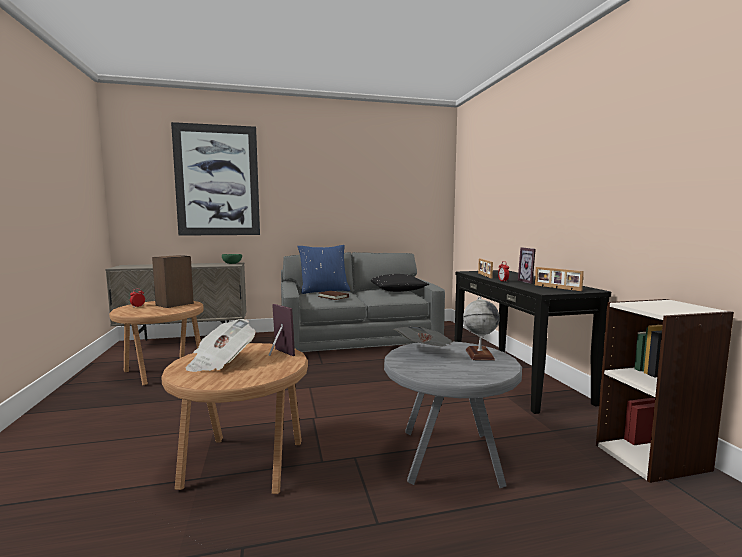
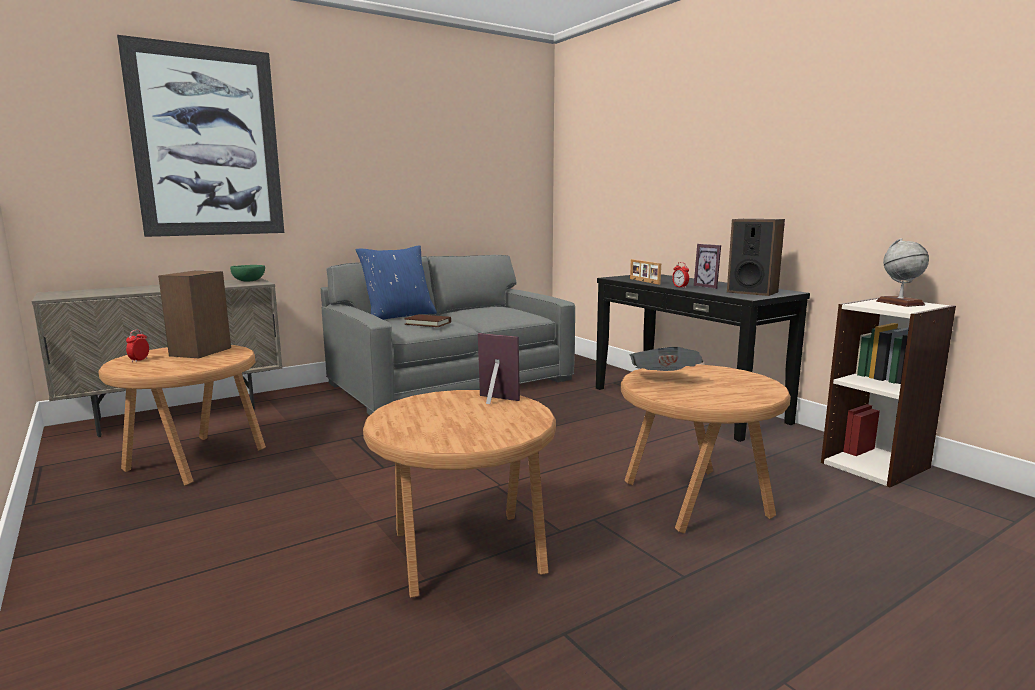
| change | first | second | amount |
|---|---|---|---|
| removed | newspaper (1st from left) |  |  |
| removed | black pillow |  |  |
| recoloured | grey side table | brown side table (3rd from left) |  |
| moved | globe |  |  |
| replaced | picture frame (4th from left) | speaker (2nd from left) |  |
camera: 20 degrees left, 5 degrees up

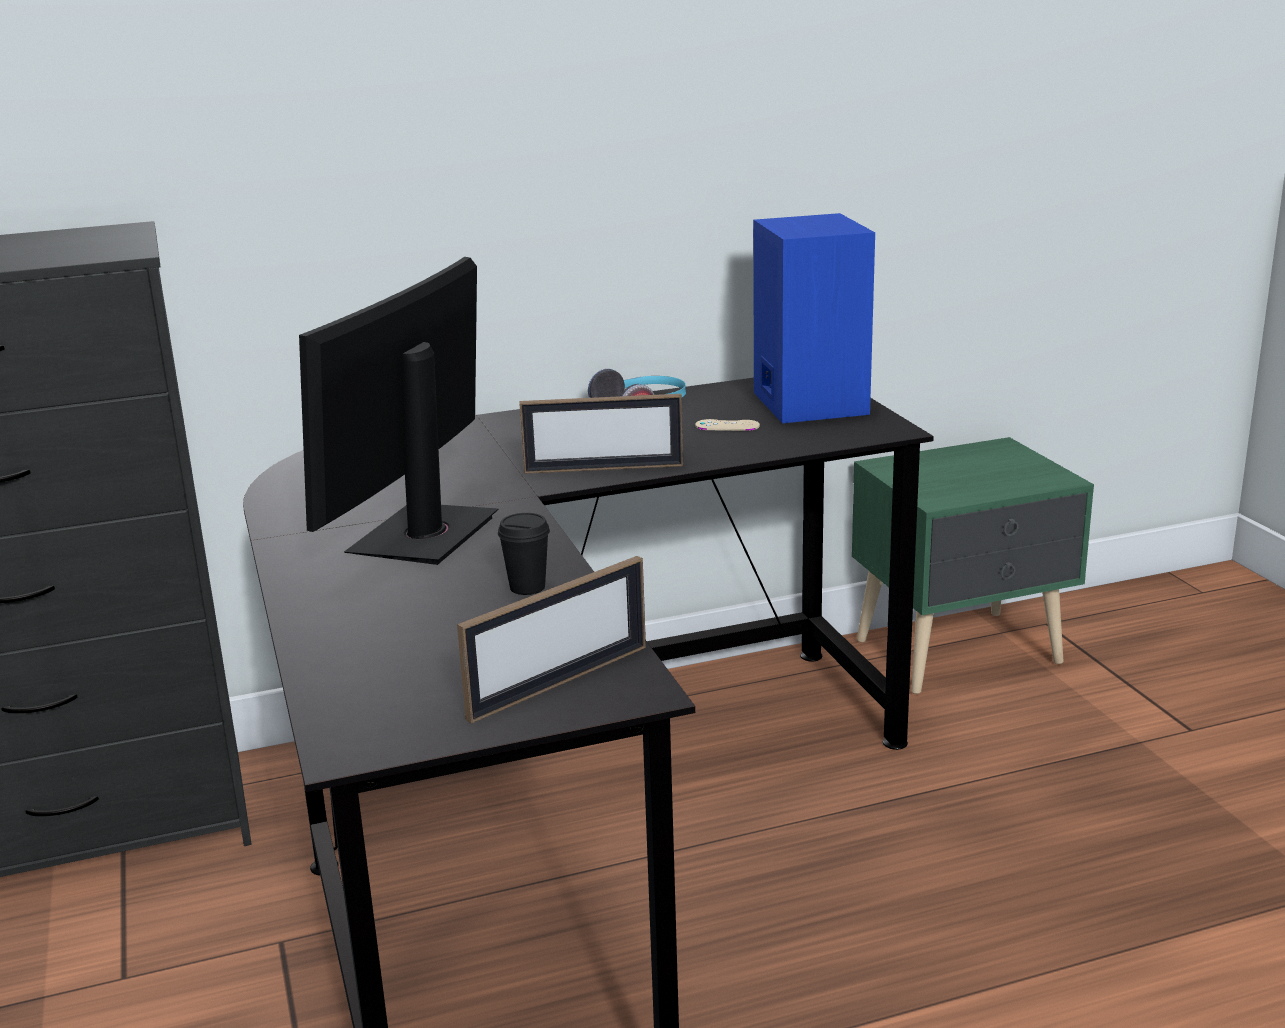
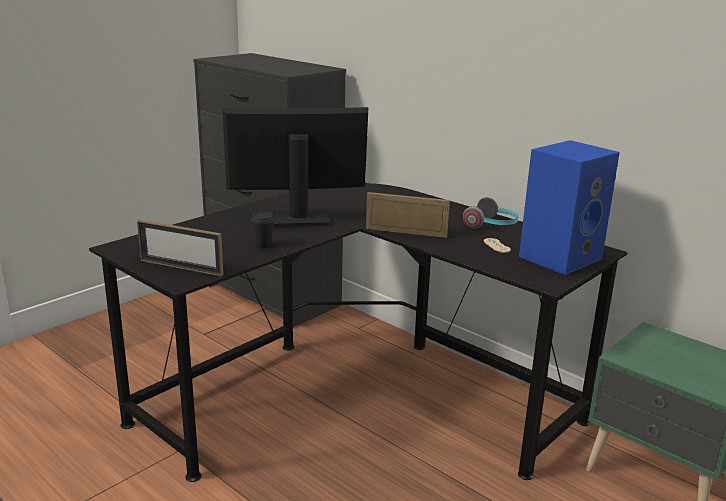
| change | first | second | amount |
|---|---|---|---|
| turned | picture frame (2nd from left) |  | 135 degrees clockwise |
camera: 60 degrees right, 0 degrees up

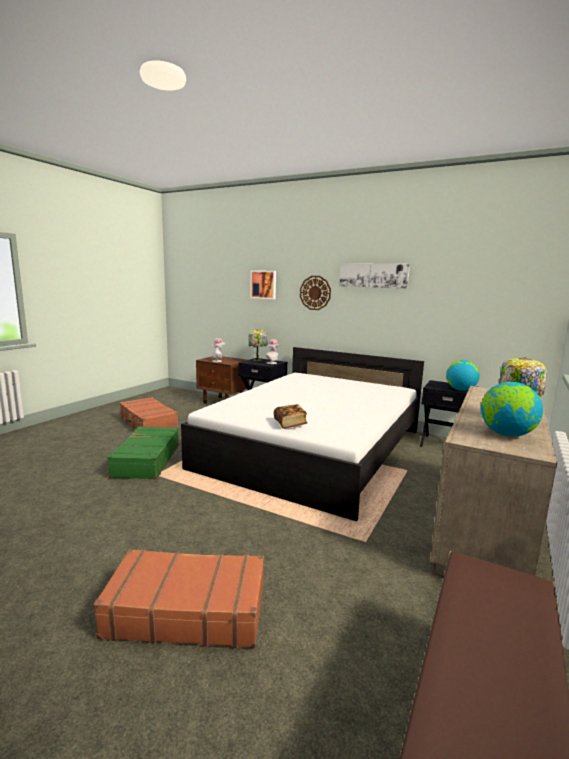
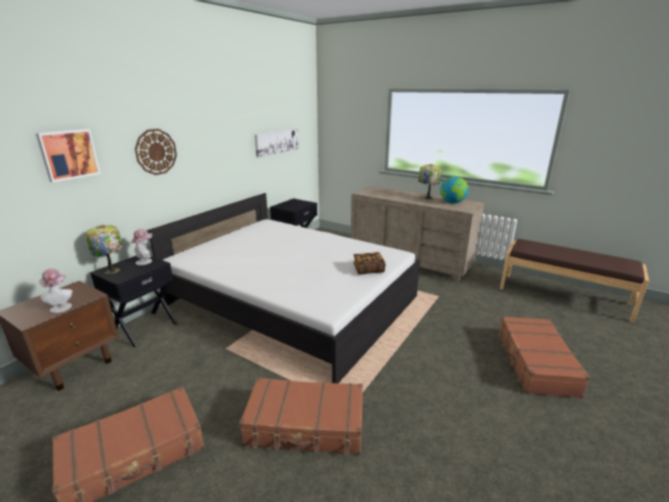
| change | first | second | amount |
|---|---|---|---|
| recoloured | green suitcase | brown suitcase (2nd from left) |  |
| moved | picture (2nd from left) |  |  |
| removed | globe (1st from left) |  |  |
camera: 85 degrees left, 10 degrees up

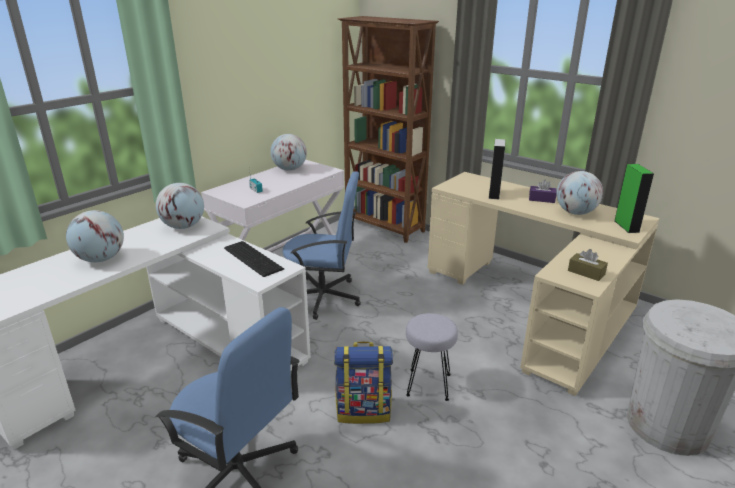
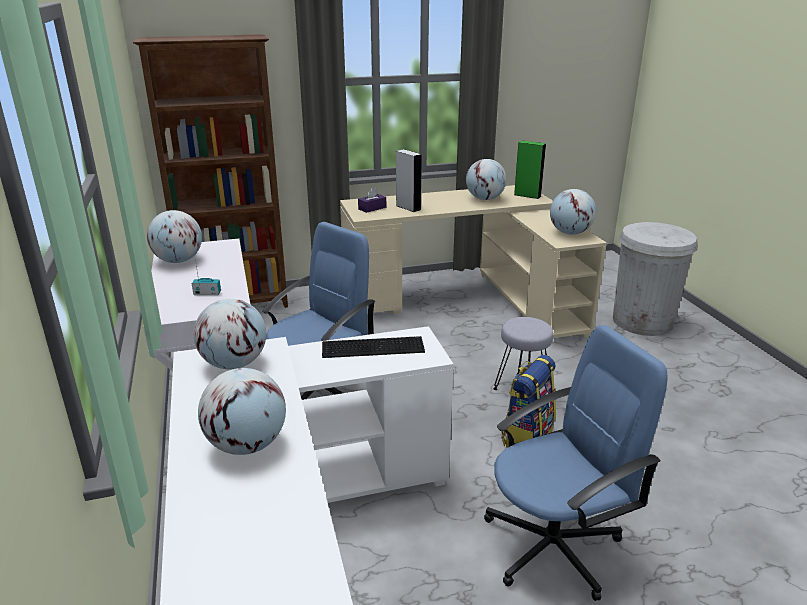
| change | first | second | amount |
|---|---|---|---|
| moved | purple tissue box |  |  |
| replaced | brown tissue box | globe (5th from left) |  |
camera: 55 degrees left, 0 degrees up

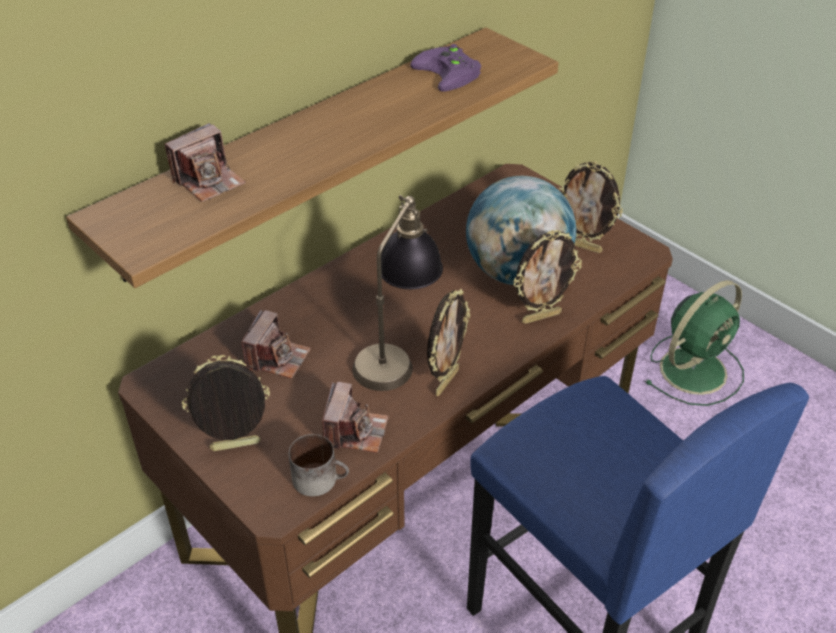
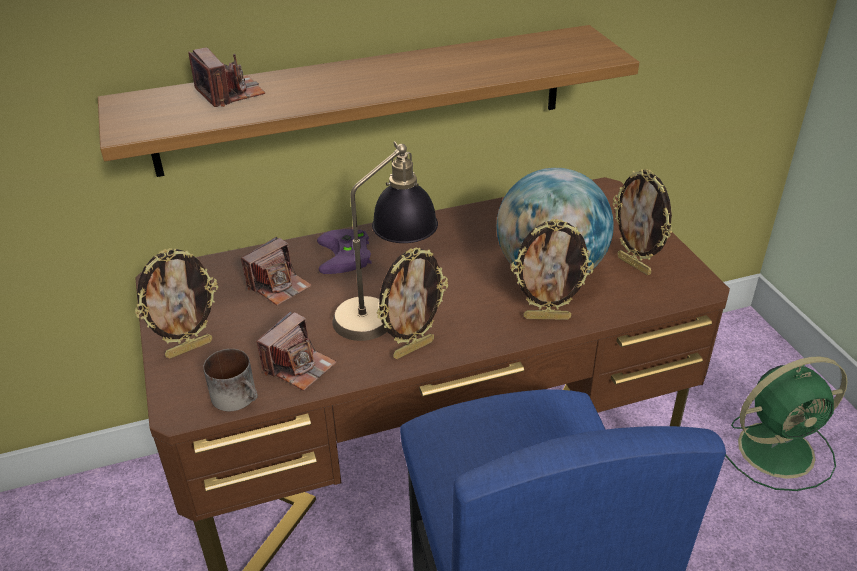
| change | first | second | amount |
|---|---|---|---|
| turned | photo camera (1st from left) |  | 105 degrees counterclockwise |
| turned | picture frame (1st from left) |  | 135 degrees clockwise |
| moved | purple game controller |  |  |
camera: 25 degrees right, 5 degrees down

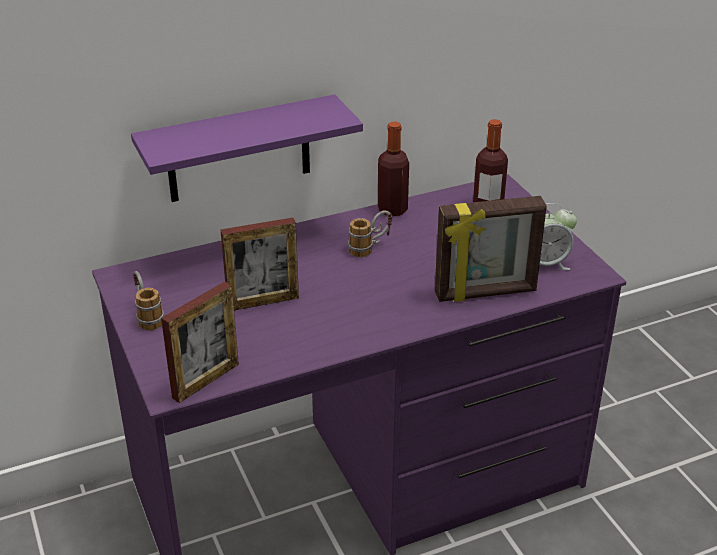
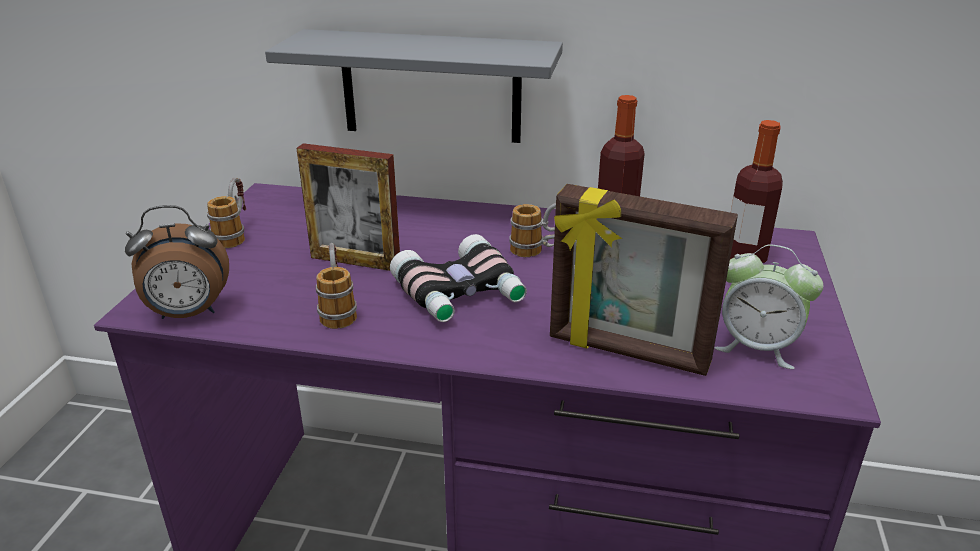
| change | first | second | amount |
|---|---|---|---|
| recoloured | purple shelf | grey shelf |  |
| replaced | picture frame (1st from left) | alarm clock (1st from left) |  |
| added |  | mug (2nd from left) |  |
| added |  | binoculars |  |
camera: 35 degrees right, 5 degrees down

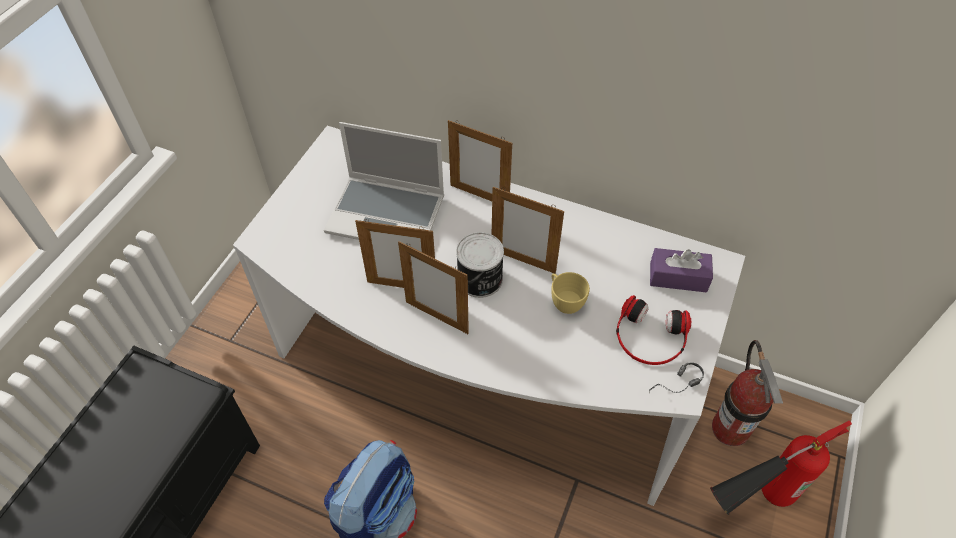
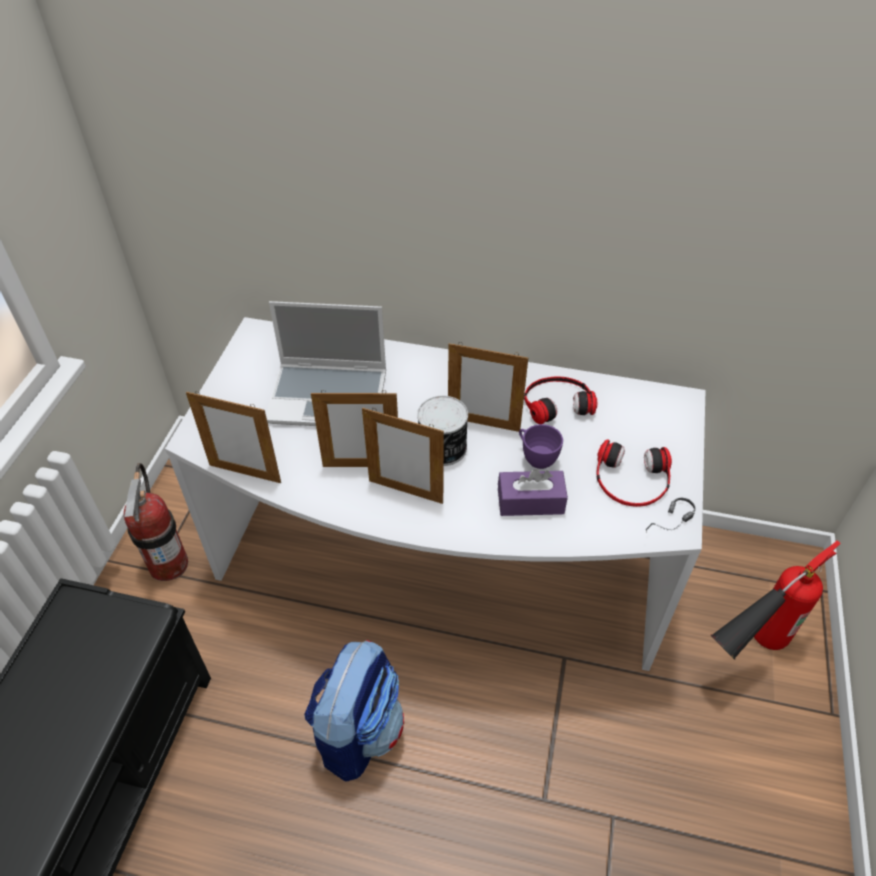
| change | first | second | amount |
|---|---|---|---|
| moved | picture frame (3rd from left in the first image) | picture frame (1st from left) |  |
| recoloured | yellow cup | purple cup |  |
| moved | purple tissue box |  |  |
| moved | fire extinguisher (1st from left) |  |  |
| added |  | headphones (1st from left) |  |
camera: 10 degrees left, 5 degrees down

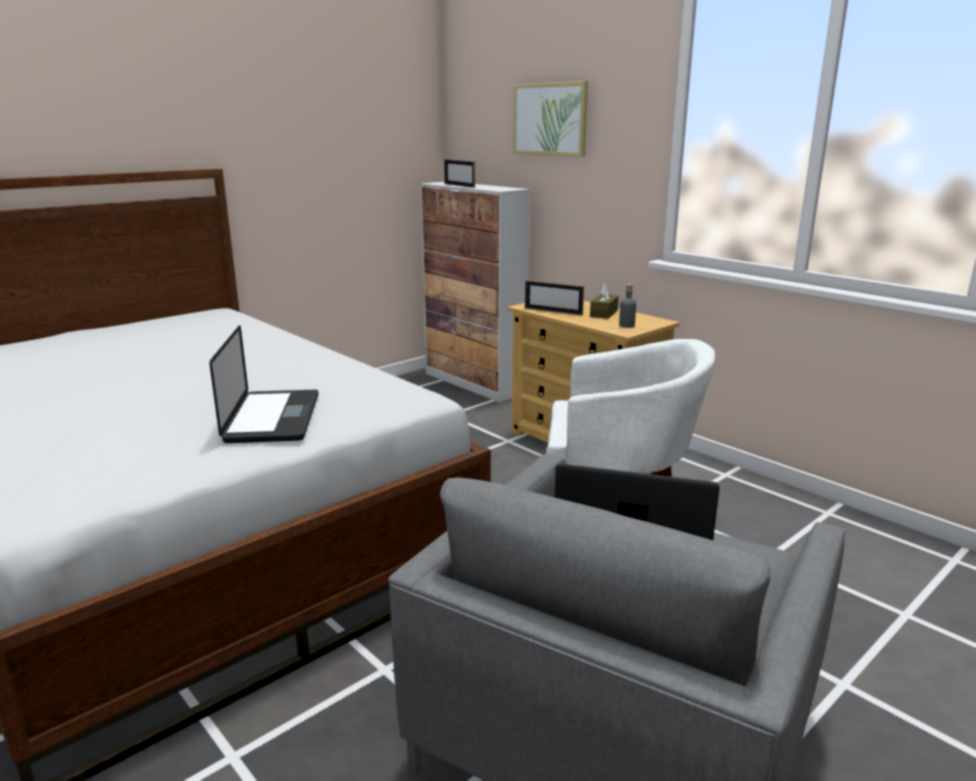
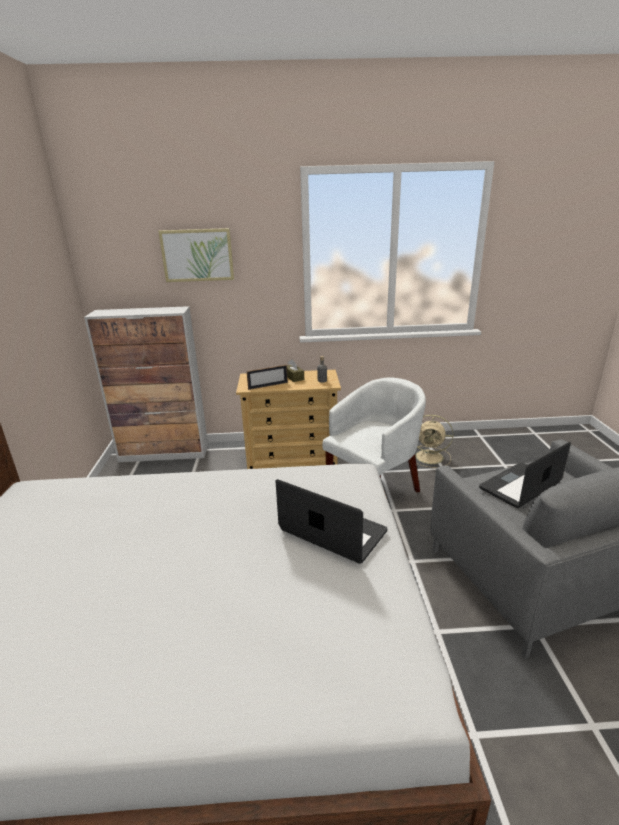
| change | first | second | amount |
|---|---|---|---|
| removed | picture frame (1st from left) |  |  |
| added |  | beige fan |  |
camera: 50 degrees left, 5 degrees up

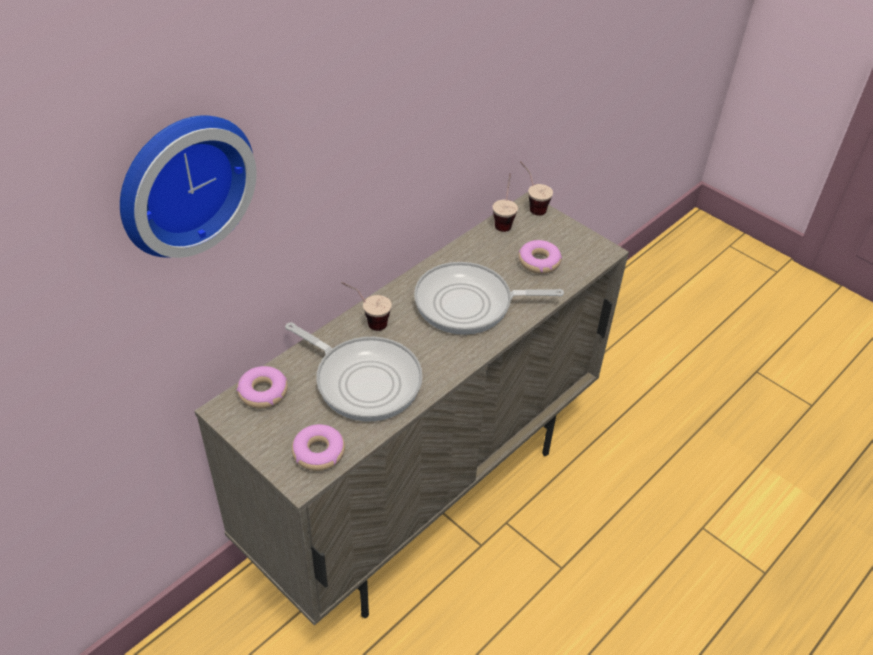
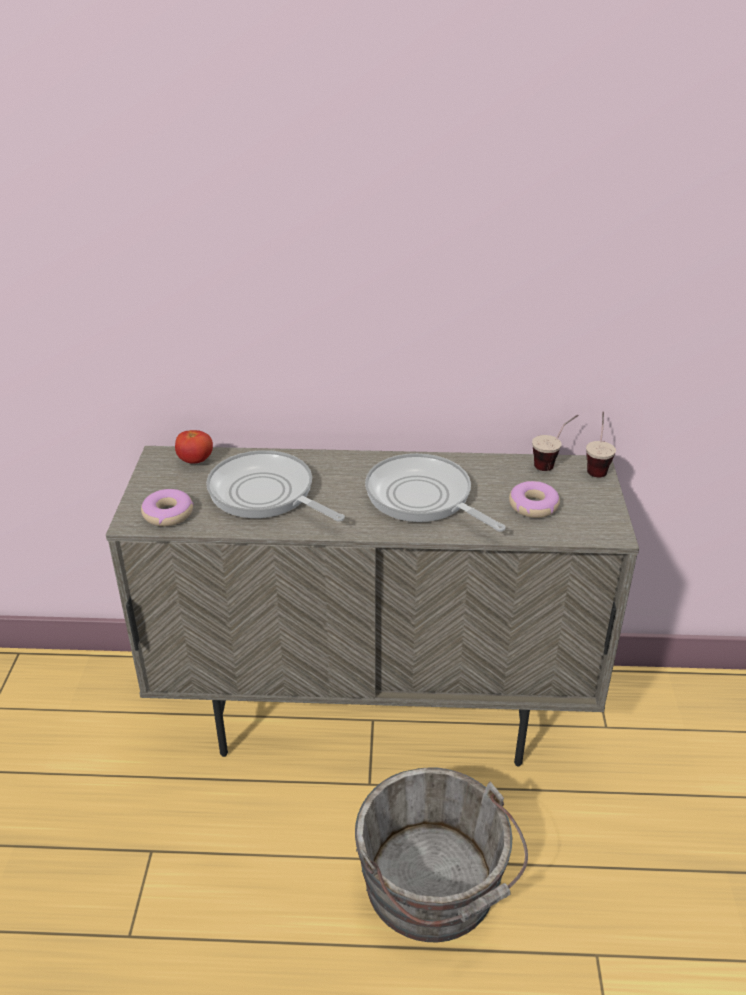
| change | first | second | amount |
|---|---|---|---|
| removed | wall clock |  |  |
| replaced | donut (1st from left) | tomato |  |
| turned | frying pan (1st from left) |  | 135 degrees clockwise |
| removed | cup (1st from left) |  |  |
| added |  | grey bucket |  |
camera: 50 degrees right, 10 degrees down

